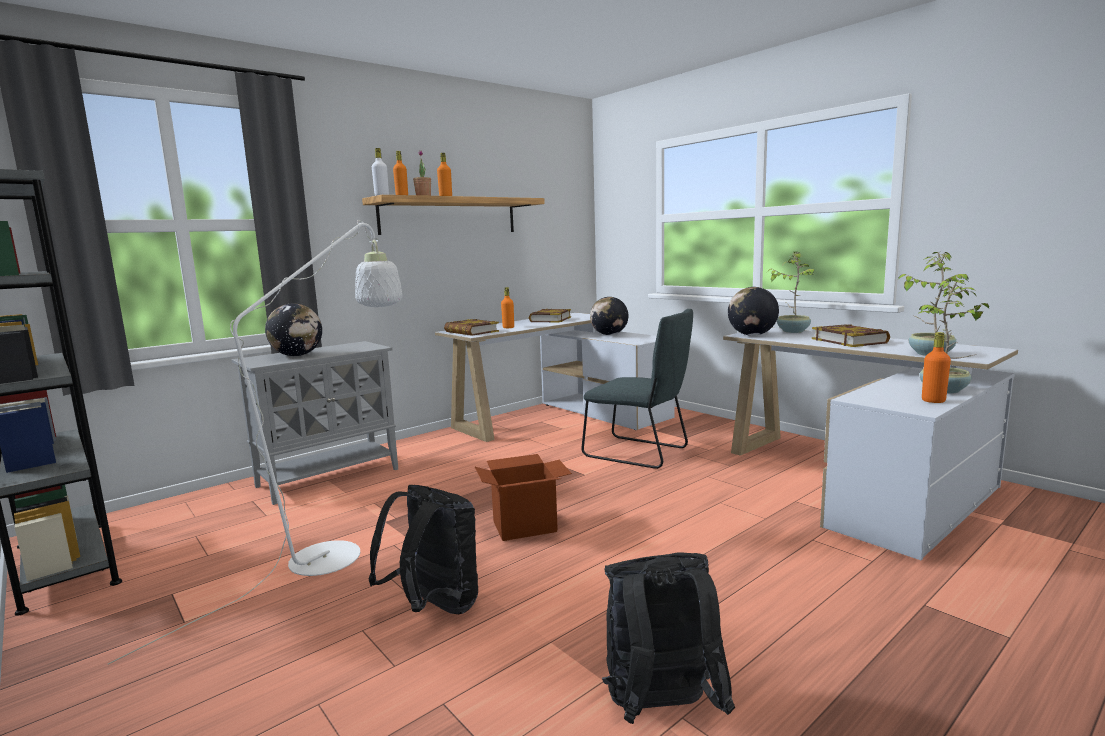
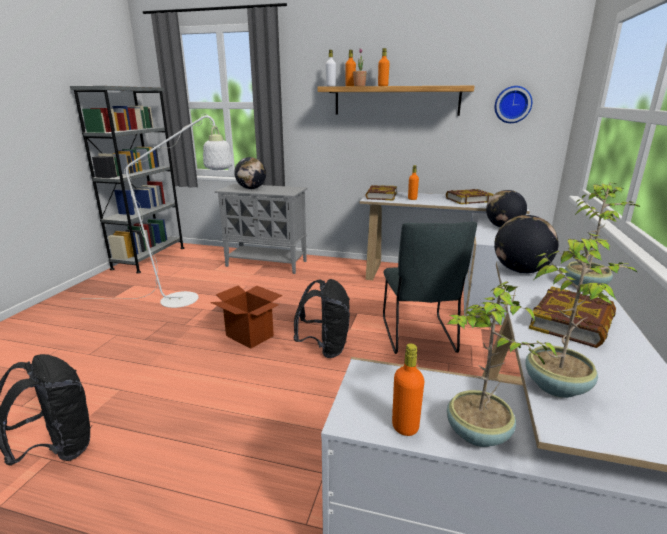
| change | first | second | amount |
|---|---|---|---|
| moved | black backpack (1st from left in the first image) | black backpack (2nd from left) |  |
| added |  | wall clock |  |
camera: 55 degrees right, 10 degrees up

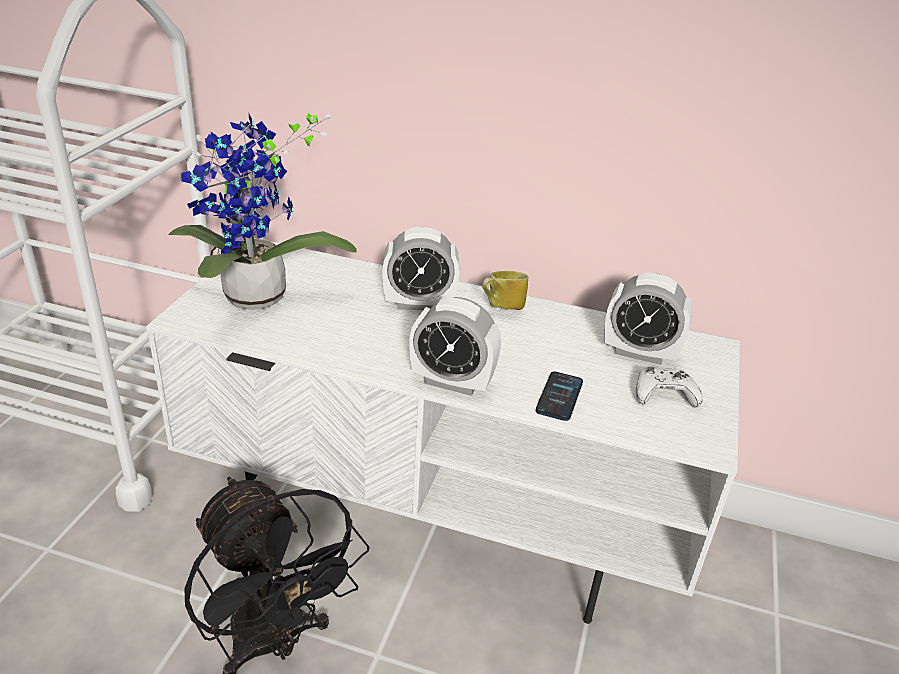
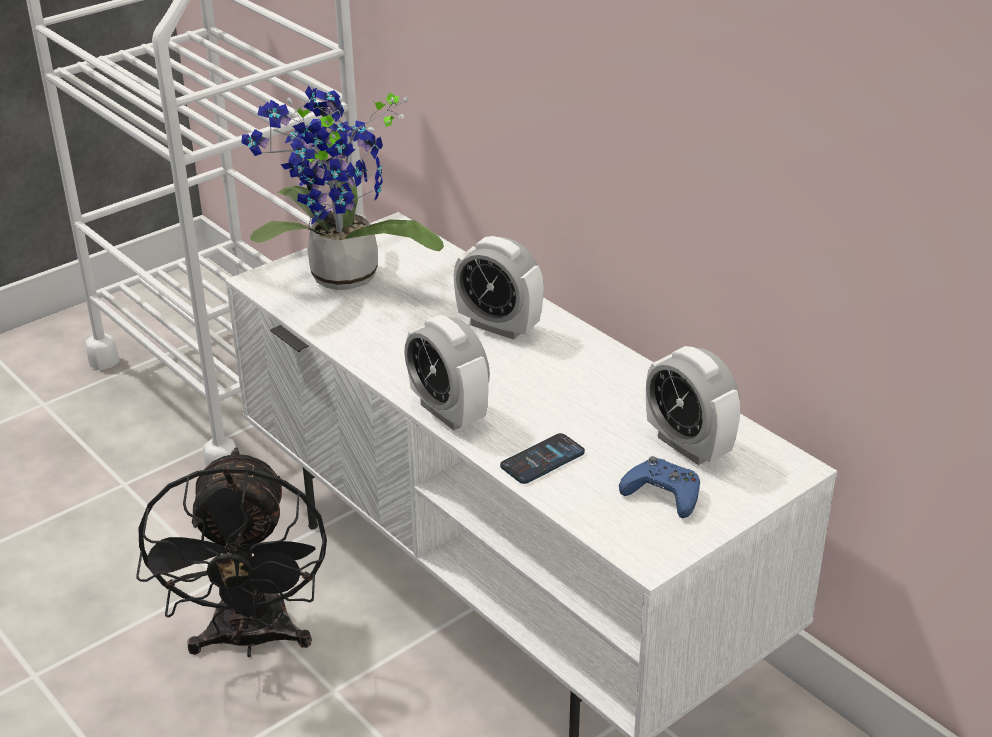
| change | first | second | amount |
|---|---|---|---|
| removed | mug |  |  |
| recoloured | white game controller | blue game controller |  |
camera: 35 degrees right, 0 degrees up

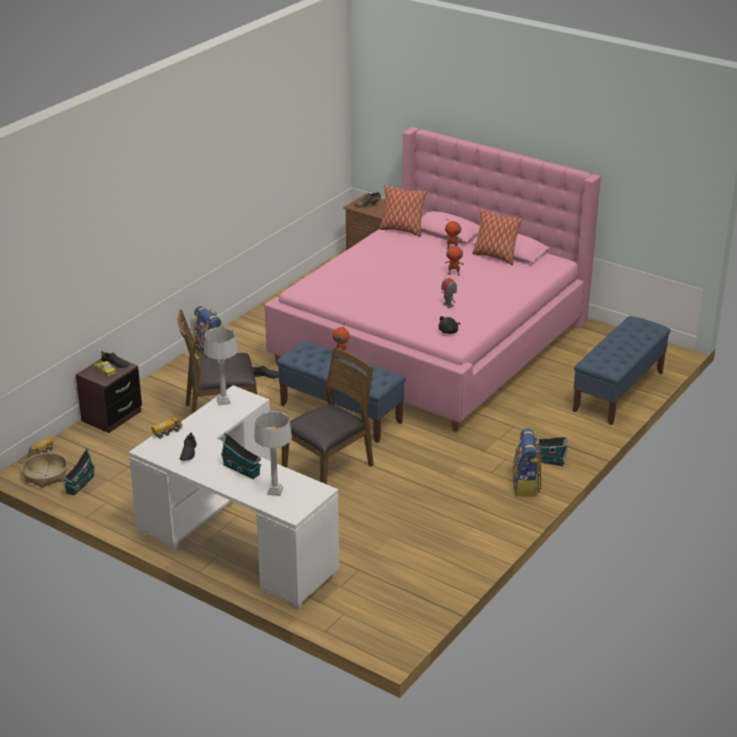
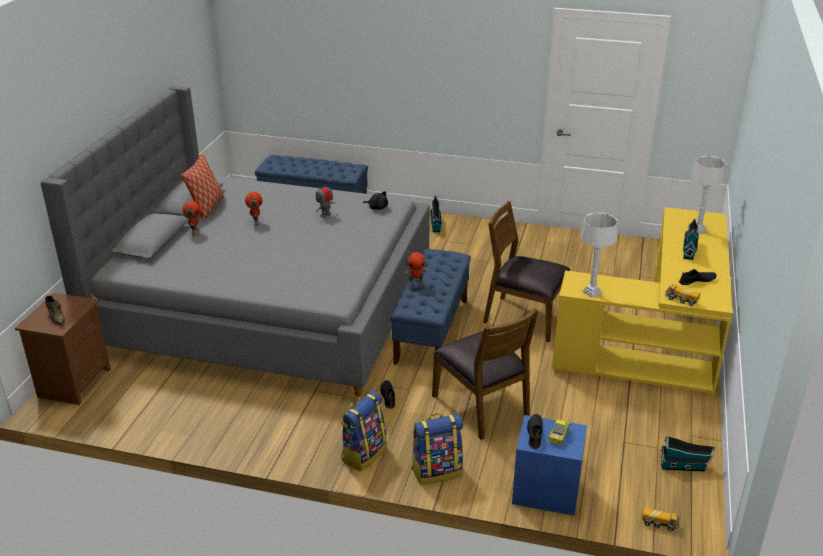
| change | first | second | amount |
|---|---|---|---|
| removed | basket |  |  |
| recoloured | brown nightstand (1st from left) | blue nightstand |  |
| recoloured | white desk | yellow desk |  |
| recoloured | pink bed | grey bed |  |
| removed | pillow (1st from left) |  |  |
| moved | backpack (2nd from left) |  |  |
camera: 110 degrees left, 0 degrees up

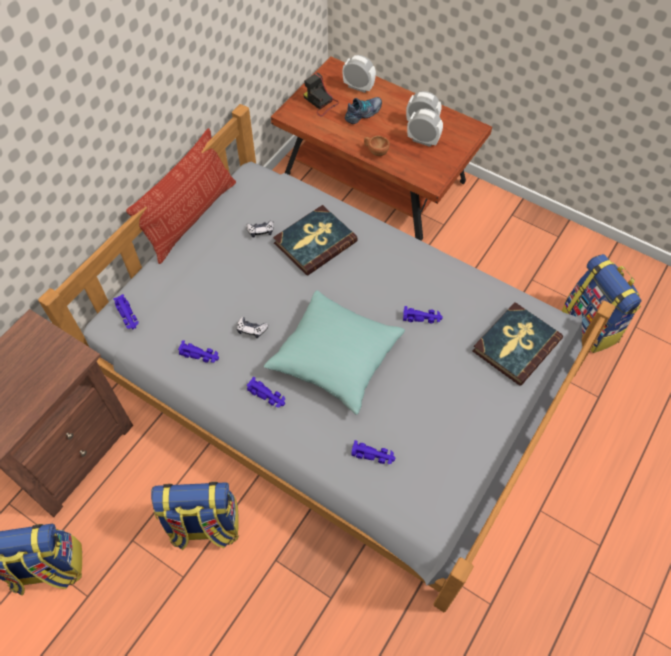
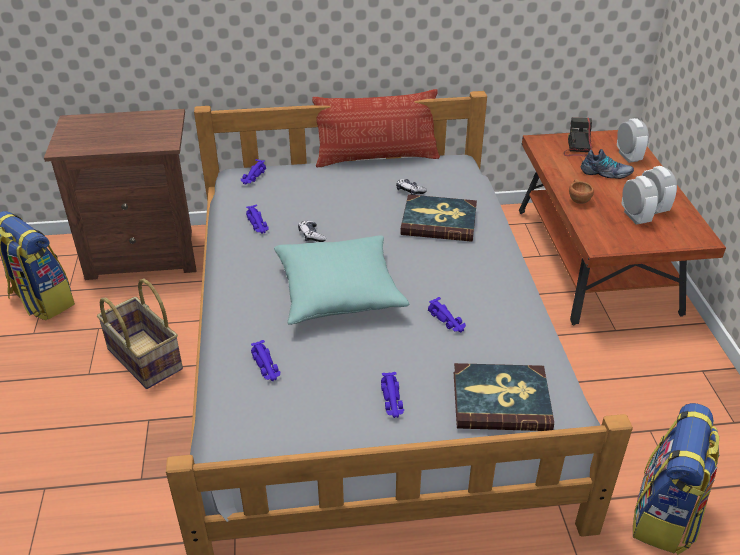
| change | first | second | amount |
|---|---|---|---|
| replaced | backpack (2nd from left) | basket |  |
| moved | purple toy car (3rd from left in the first image) | purple toy car (4th from left) |  |
camera: 50 degrees right, 20 degrees down

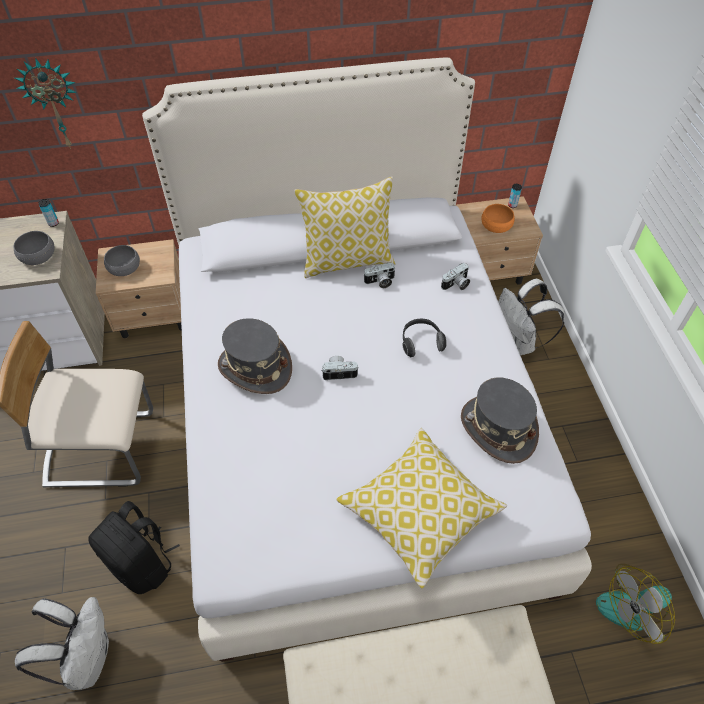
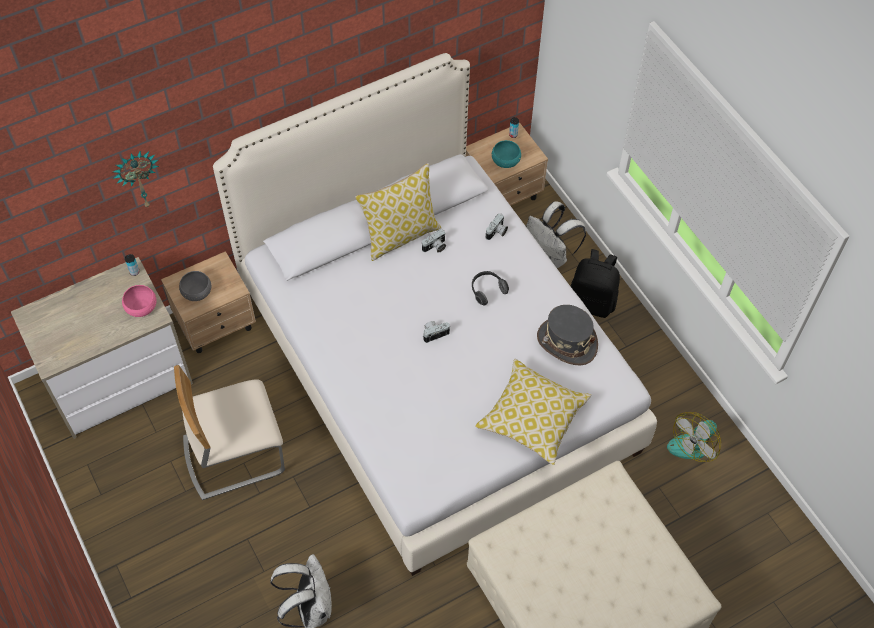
| change | first | second | amount |
|---|---|---|---|
| recoloured | grey bowl (1st from left) | pink bowl |  |
| moved | black backpack |  |  |
| removed | grey hat (1st from left) |  |  |
| recoloured | orange bowl | turquoise bowl |  |
camera: 20 degrees left, 5 degrees up

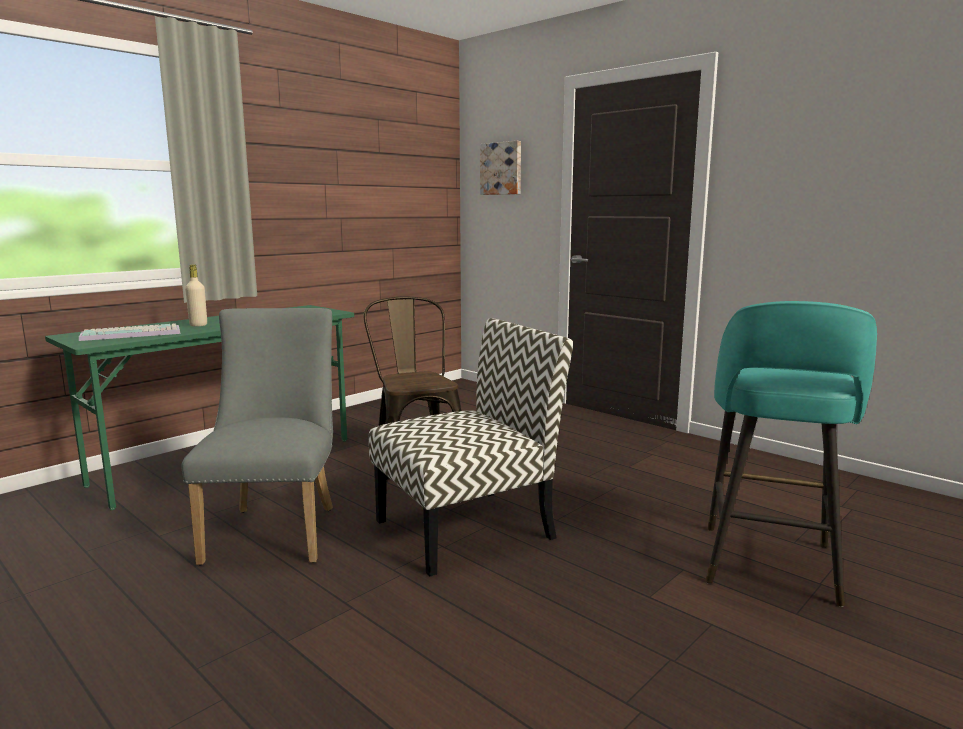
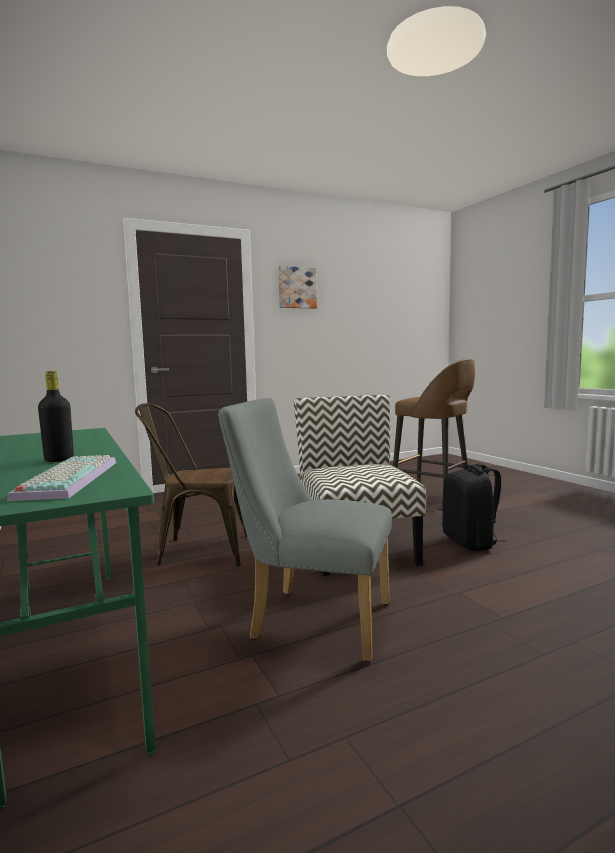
| change | first | second | amount |
|---|---|---|---|
| recoloured | beige bottle | black bottle |  |
| moved | picture |  |  |
| recoloured | turquoise stool | brown stool |  |
| added |  | black backpack |  |
camera: 70 degrees left, 5 degrees down

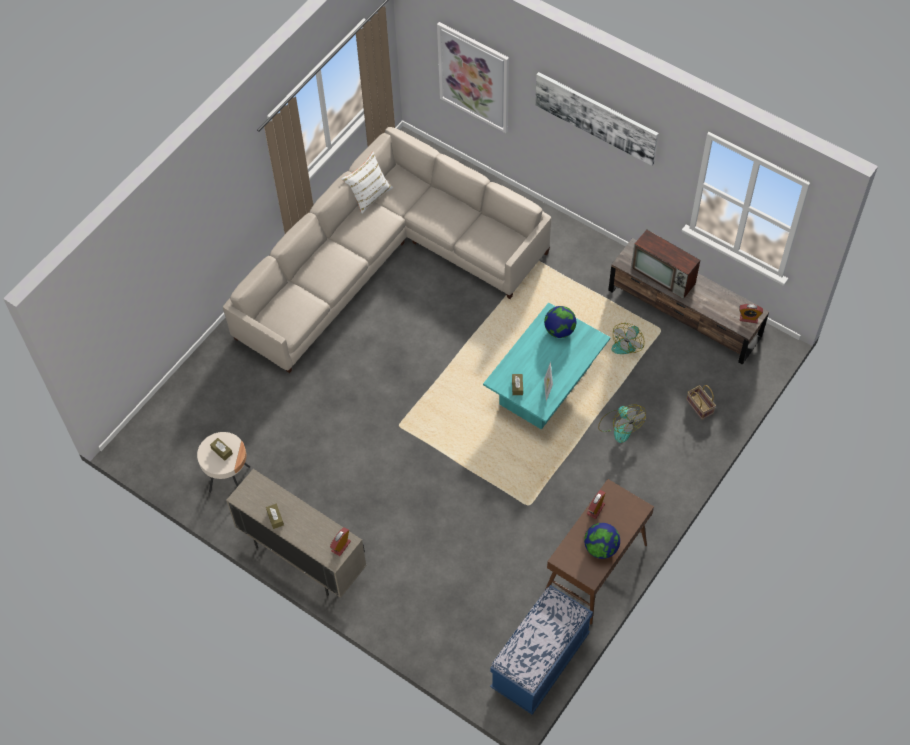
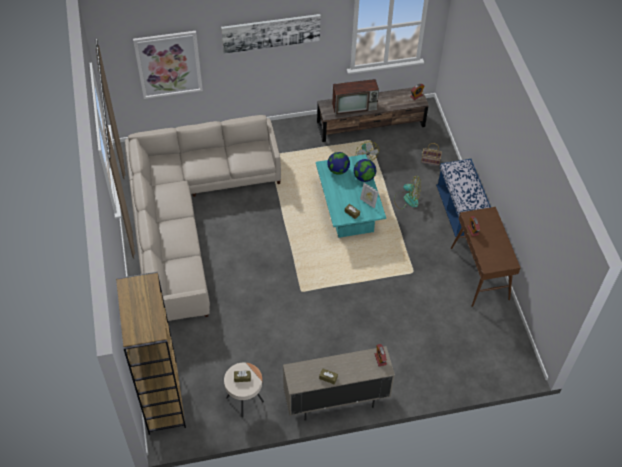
| change | first | second | amount |
|---|---|---|---|
| removed | white pillow |  |  |
| moved | blue bench |  |  |
| moved | globe (2nd from left) |  |  |
| added |  | brown bookcase |  |
camera: 50 degrees left, 5 degrees down

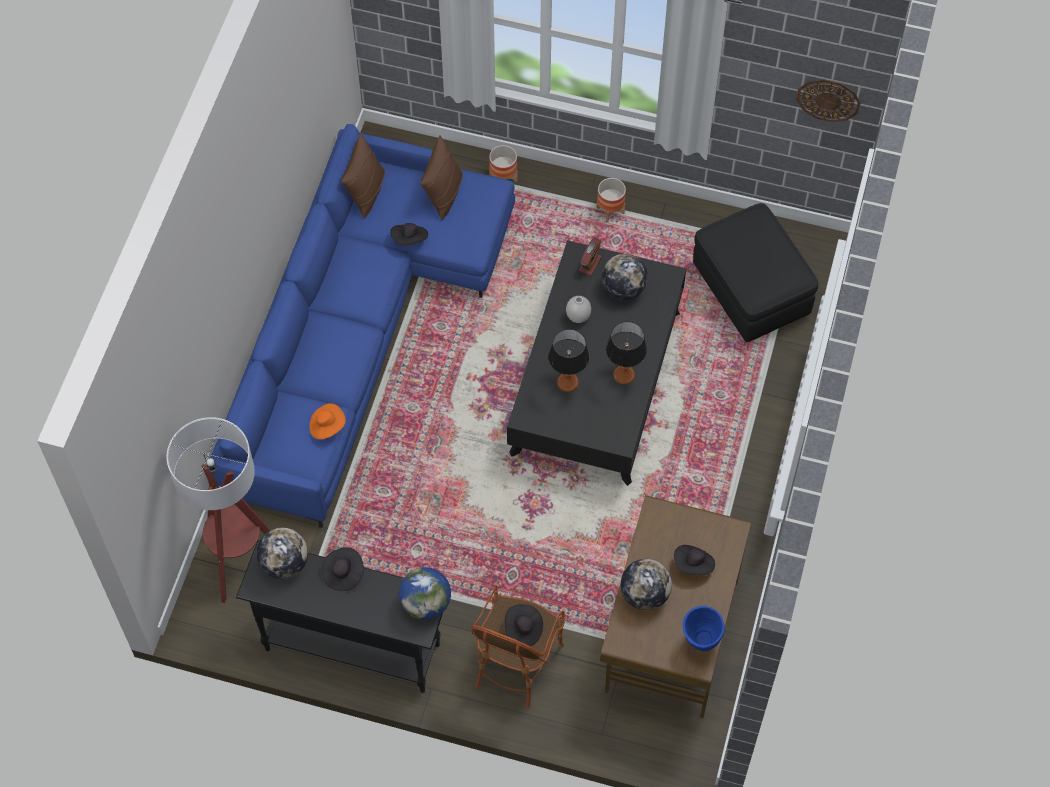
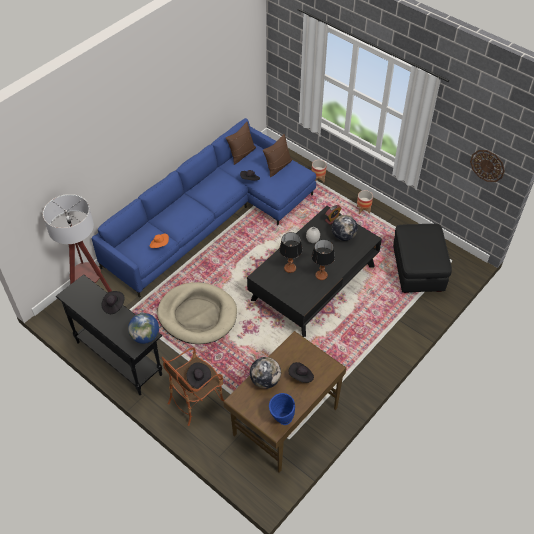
| change | first | second | amount |
|---|---|---|---|
| removed | globe (1st from left) |  |  |
| added |  | beige dog bed |  |
camera: 25 degrees right, 10 degrees down

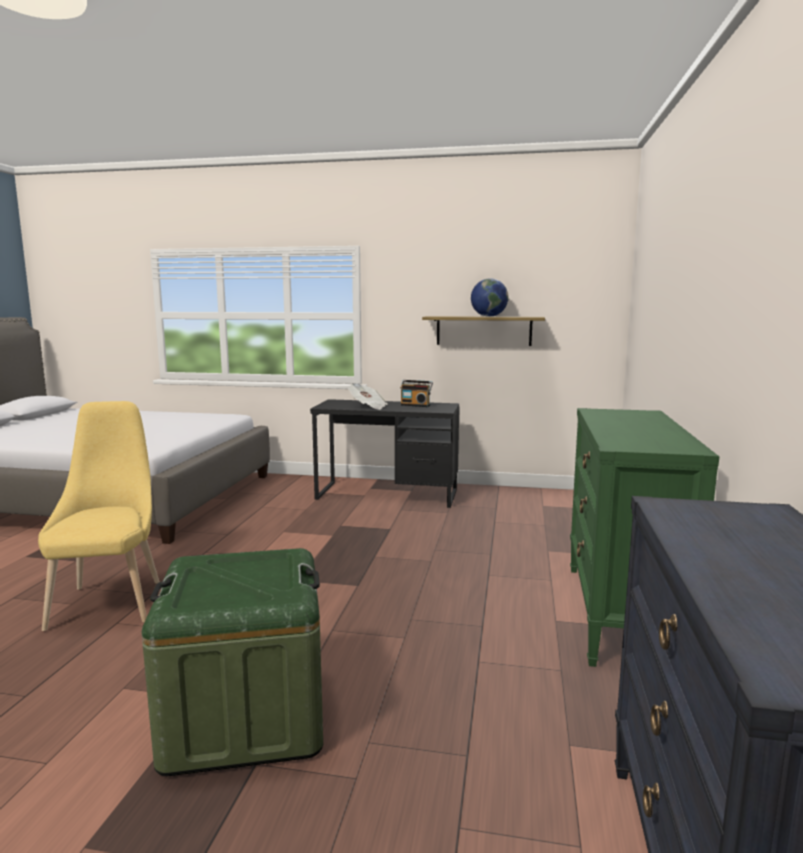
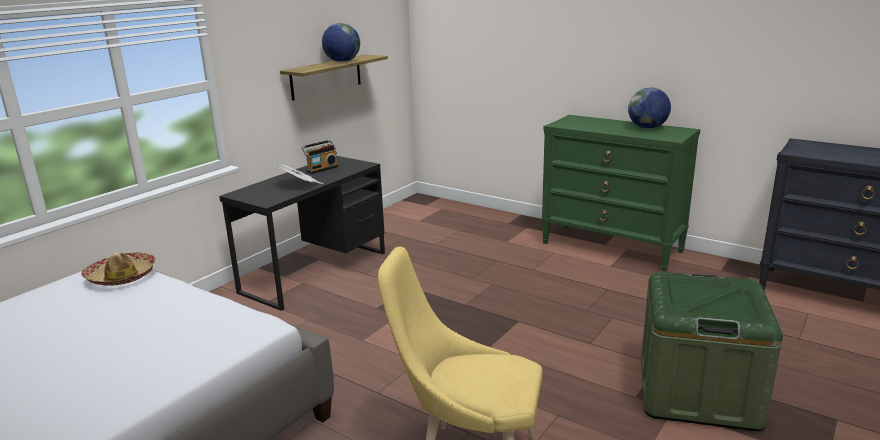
| change | first | second | amount |
|---|---|---|---|
| added |  | hat |  |
| added |  | globe (2nd from left) |  |
camera: 65 degrees left, 10 degrees up

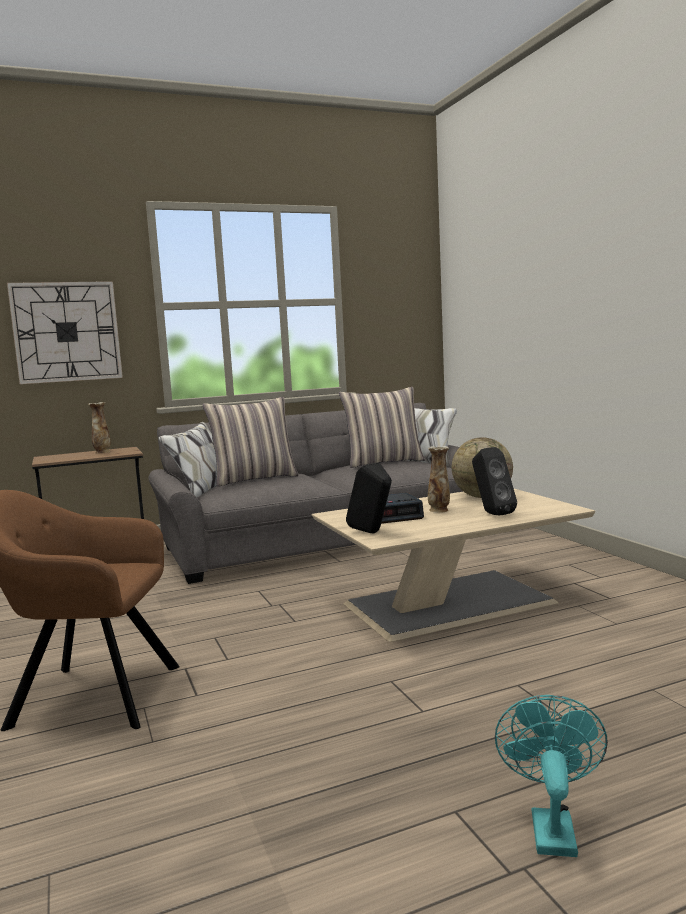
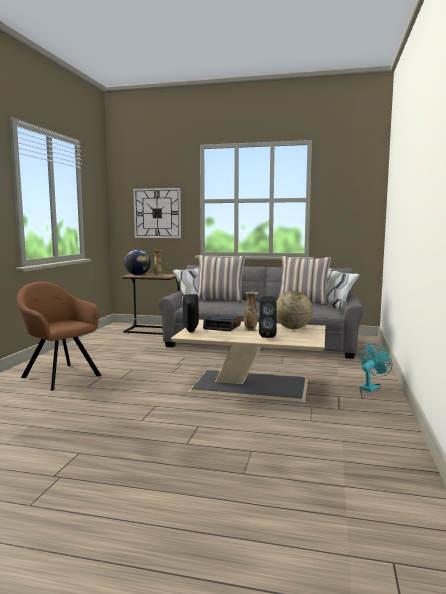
| change | first | second | amount |
|---|---|---|---|
| moved | turquoise fan |  |  |
| added |  | globe (1st from left) |  |
camera: 35 degrees right, 0 degrees up

